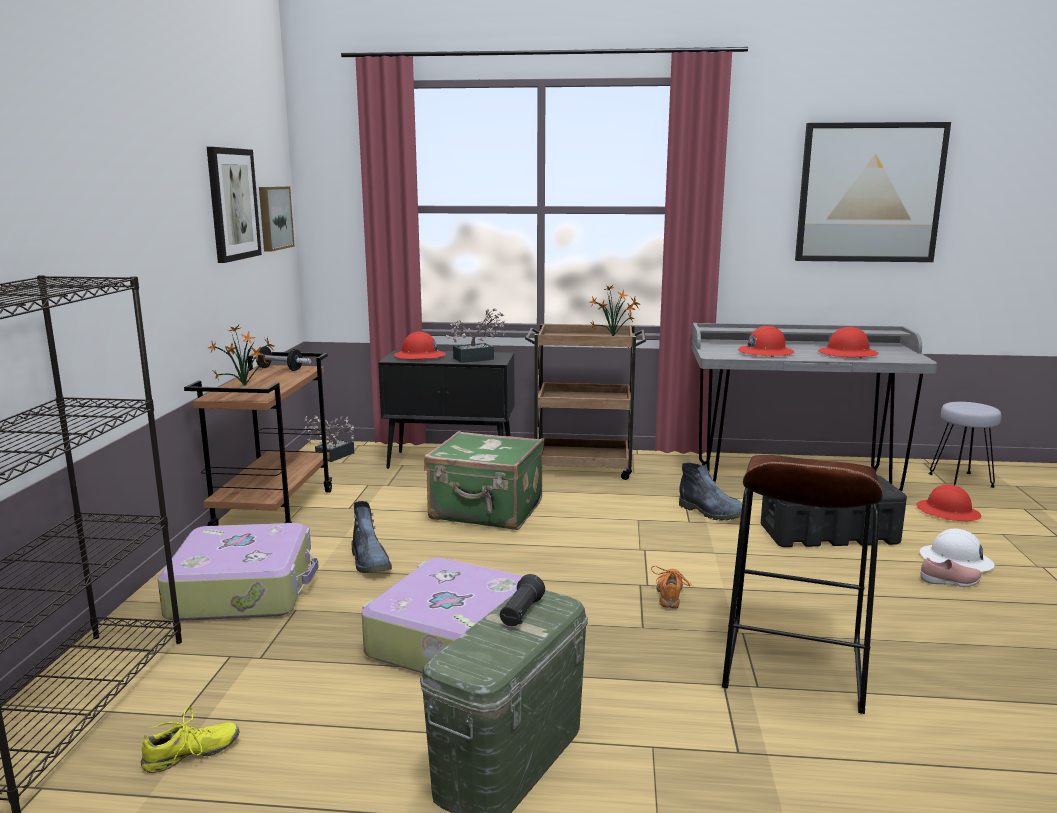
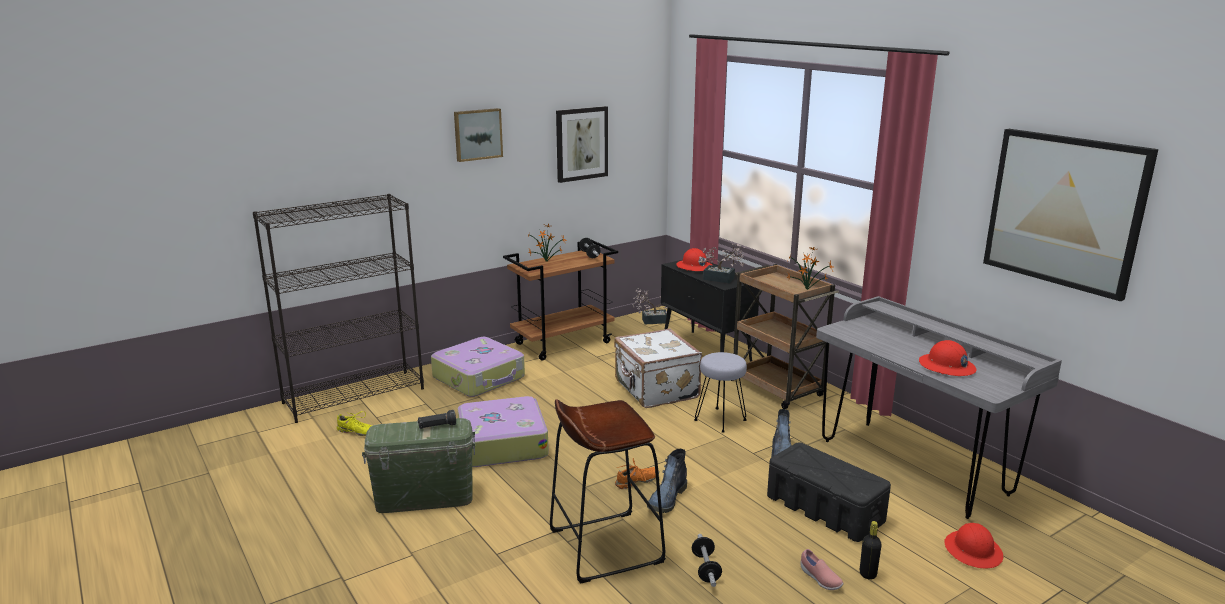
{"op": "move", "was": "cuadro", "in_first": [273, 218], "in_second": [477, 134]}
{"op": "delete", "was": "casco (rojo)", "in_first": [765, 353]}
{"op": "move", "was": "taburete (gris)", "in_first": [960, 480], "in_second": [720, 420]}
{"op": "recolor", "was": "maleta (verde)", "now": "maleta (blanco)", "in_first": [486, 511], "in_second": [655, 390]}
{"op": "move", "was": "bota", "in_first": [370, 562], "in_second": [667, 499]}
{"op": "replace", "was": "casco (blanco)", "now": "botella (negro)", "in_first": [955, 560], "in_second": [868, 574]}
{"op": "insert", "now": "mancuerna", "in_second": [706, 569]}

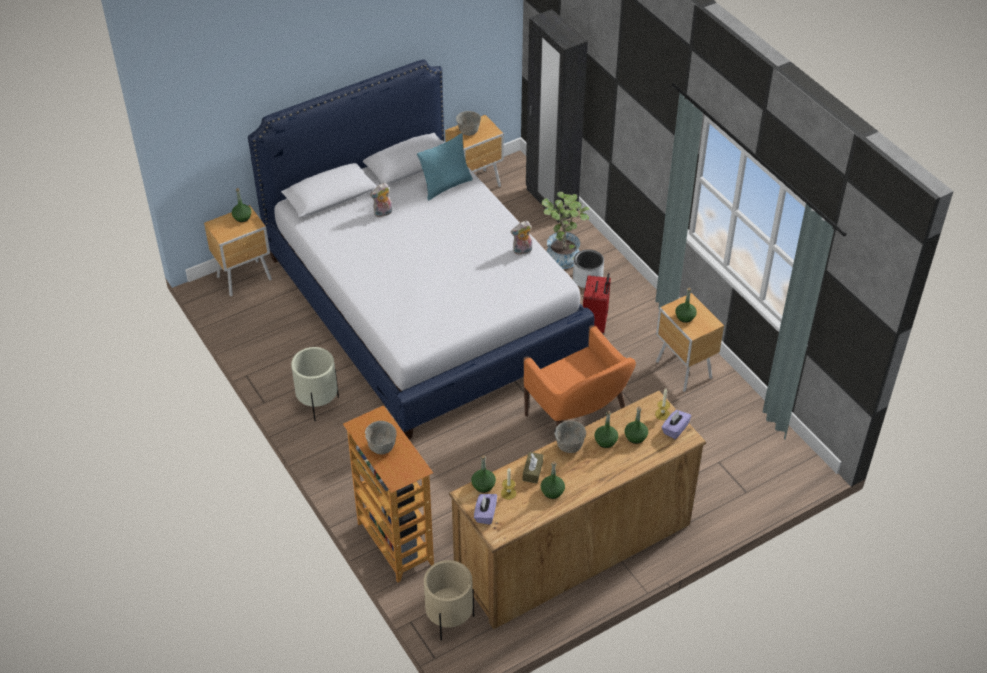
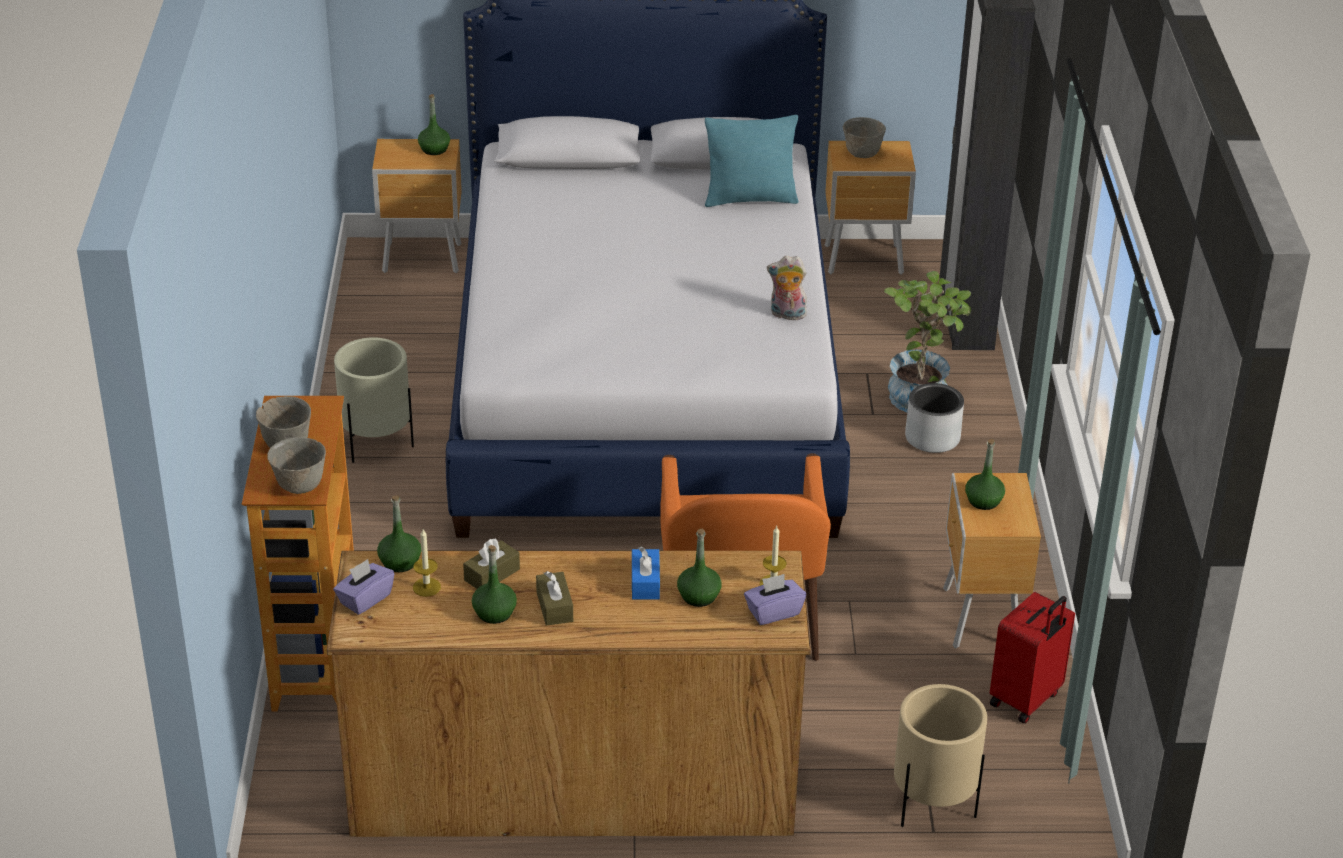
{"op": "delete", "was": "peluche", "in_first": [383, 213]}
{"op": "move", "was": "maleta (rojo)", "in_first": [595, 325], "in_second": [1026, 699]}
{"op": "replace", "was": "botella (verde)", "now": "caja de pañuelos (azul)", "in_first": [606, 441], "in_second": [645, 582]}
{"op": "move", "was": "cuenco (gris)", "in_first": [569, 447], "in_second": [299, 486]}
{"op": "move", "was": "maceta (beis)", "in_first": [449, 620], "in_second": [932, 806]}
{"op": "insert", "now": "caja de pañuelos (marrón)", "in_second": [554, 607]}

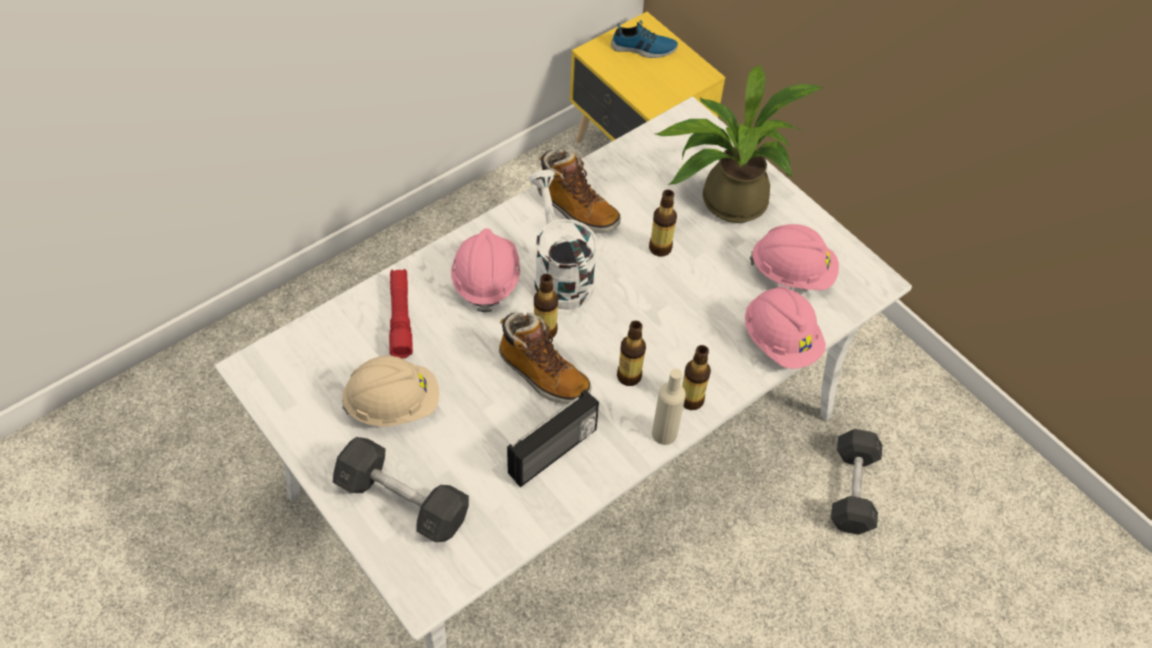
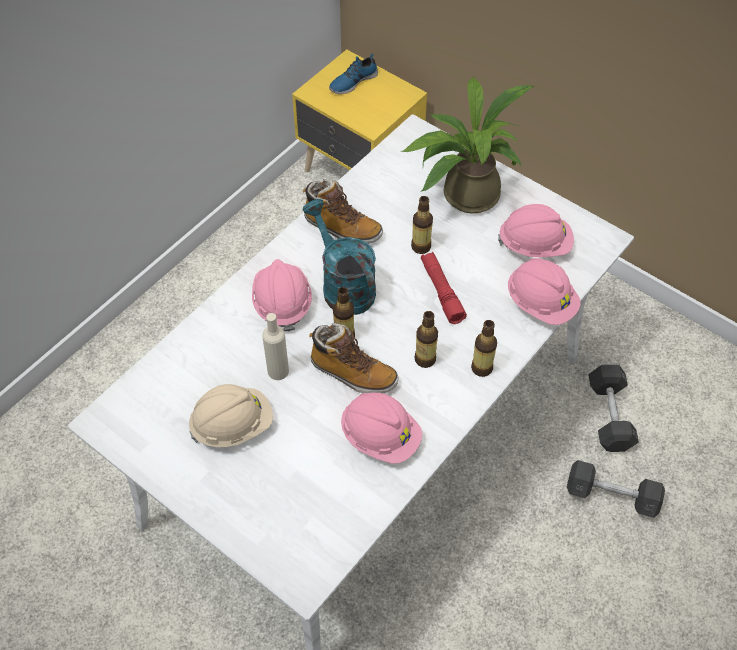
{"op": "rotate", "was": "zapato", "in_first": [643, 48], "in_second": [352, 81], "clockwise": 150}
{"op": "recolor", "was": "regadera (blanco)", "now": "regadera (turquesa)", "in_first": [559, 273], "in_second": [343, 285]}
{"op": "move", "was": "linterna (rojo)", "in_first": [400, 318], "in_second": [441, 292]}
{"op": "move", "was": "botella (beis)", "in_first": [664, 433], "in_second": [278, 371]}
{"op": "replace", "was": "radio", "now": "casco (rosa)", "in_first": [554, 453], "in_second": [380, 437]}
{"op": "move", "was": "mancuerna (gris)", "in_first": [402, 500], "in_second": [611, 496]}

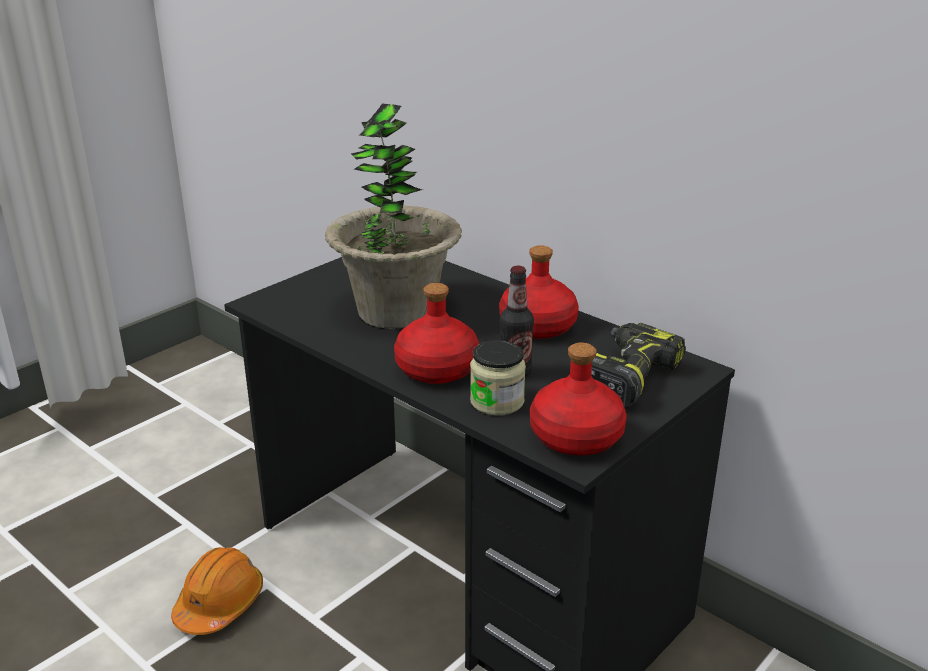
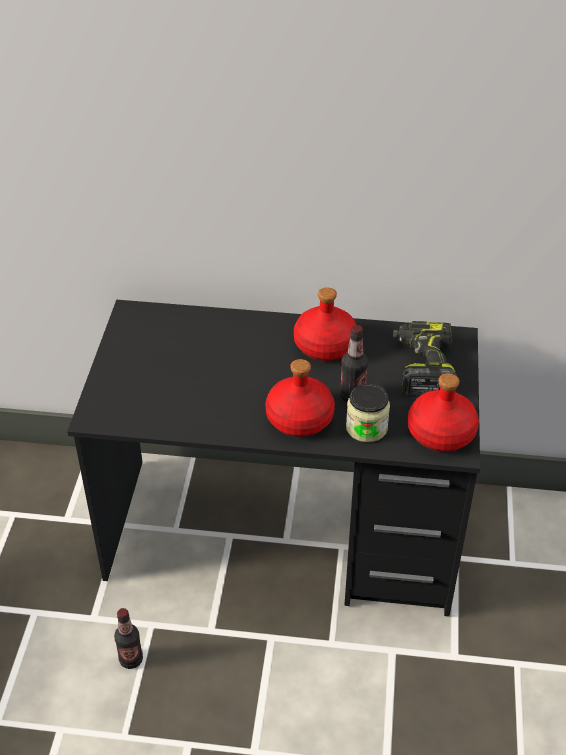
{"op": "delete", "was": "planta en maceta", "in_first": [396, 311]}
{"op": "replace", "was": "casco (naranja)", "now": "botella", "in_first": [220, 604], "in_second": [131, 659]}

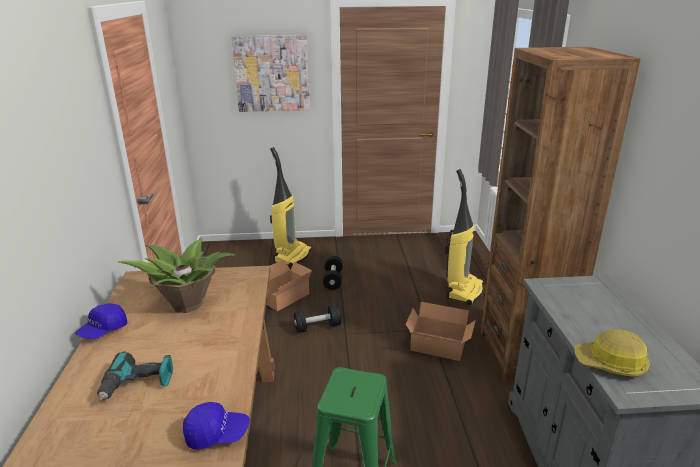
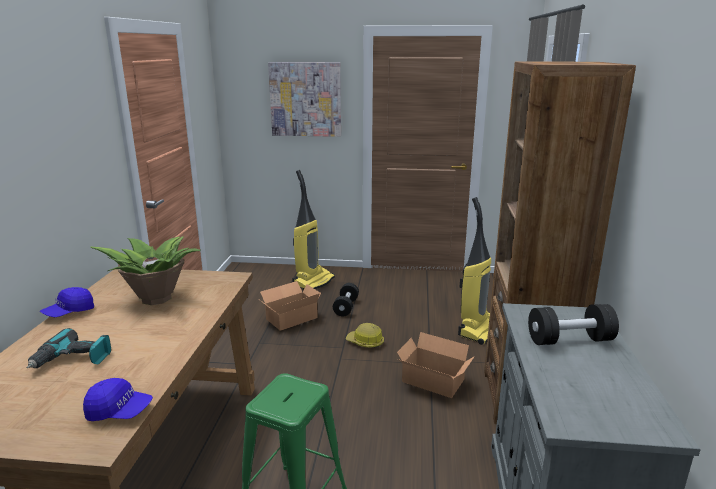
{"op": "move", "was": "mancuerna (negro)", "in_first": [317, 327], "in_second": [569, 340]}
{"op": "move", "was": "casco", "in_first": [611, 364], "in_second": [365, 342]}

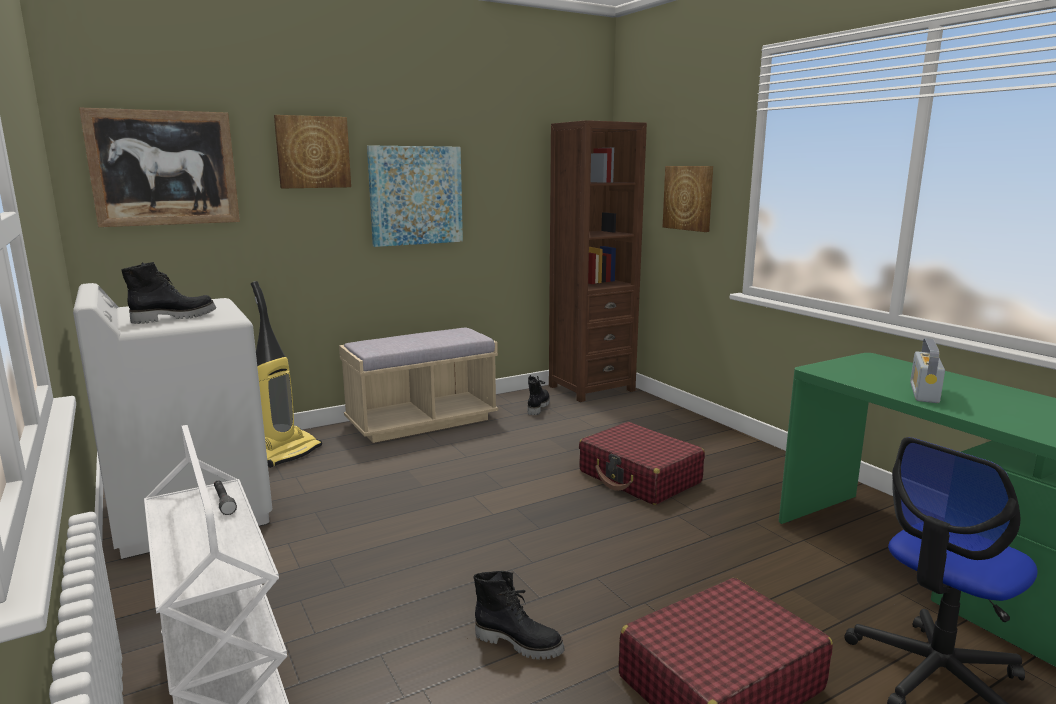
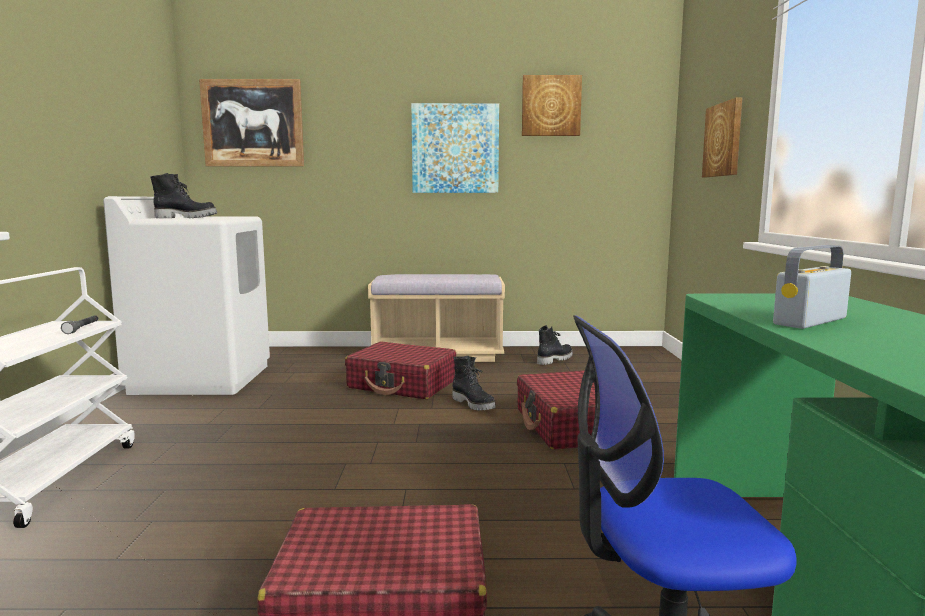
{"op": "move", "was": "cuadro", "in_first": [313, 152], "in_second": [551, 106]}
{"op": "delete", "was": "estantería (marrón)", "in_first": [591, 388]}
{"op": "delete", "was": "aspiradora", "in_first": [286, 453]}
{"op": "move", "was": "bota (negro)", "in_first": [519, 642], "in_second": [474, 404]}
{"op": "insert", "now": "maleta (rojo)", "in_second": [402, 384]}

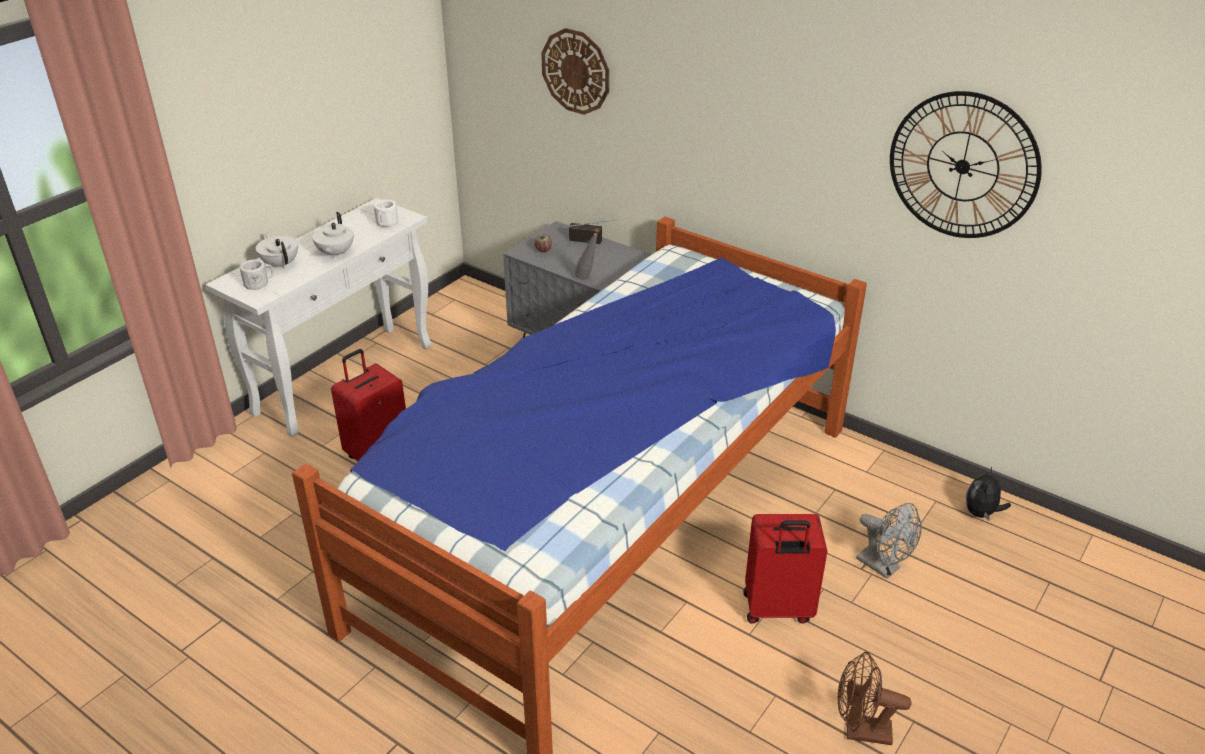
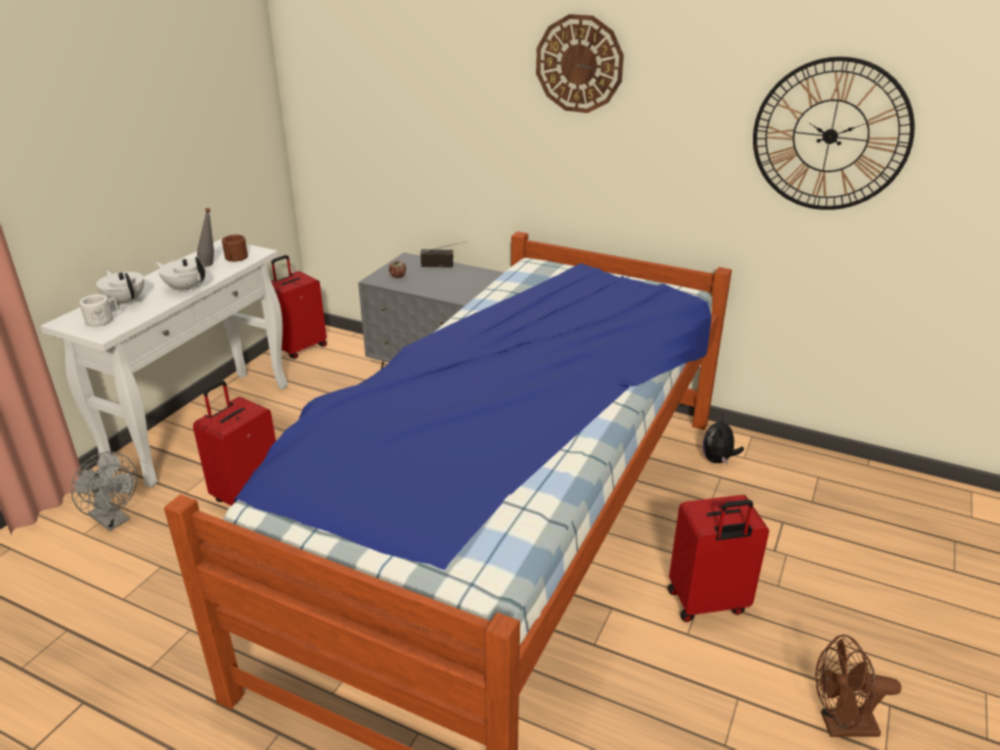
{"op": "move", "was": "reloj de pared", "in_first": [576, 71], "in_second": [579, 64]}
{"op": "recolor", "was": "taza grande (blanco)", "now": "taza grande (marrón)", "in_first": [386, 223], "in_second": [235, 258]}
{"op": "rotate", "was": "tetera (blanco)", "in_first": [335, 253], "in_second": [185, 288], "clockwise": 120}
{"op": "move", "was": "botella (gris)", "in_first": [587, 280], "in_second": [211, 266]}
{"op": "move", "was": "peluche", "in_first": [981, 513], "in_second": [718, 460]}
{"op": "move", "was": "ventilador (gris)", "in_first": [883, 567], "in_second": [114, 521]}
{"op": "insert", "now": "maleta (rojo)", "in_second": [300, 348]}

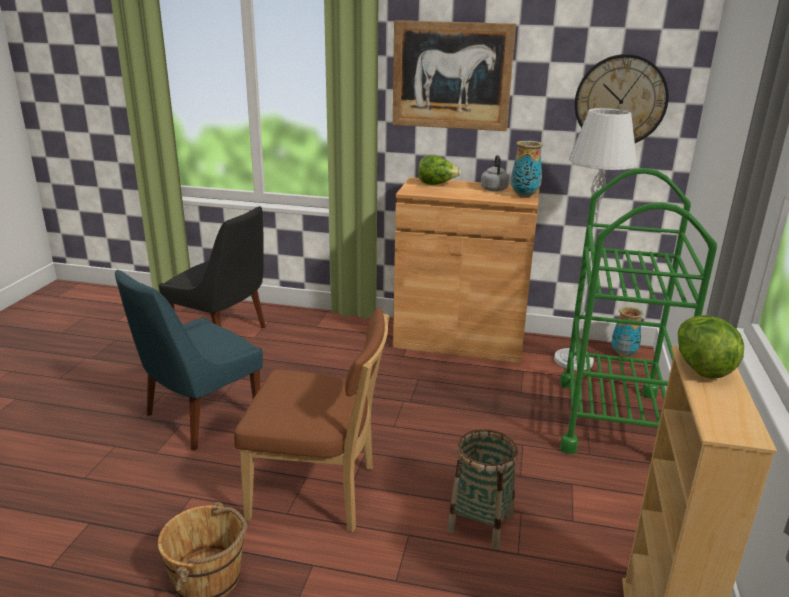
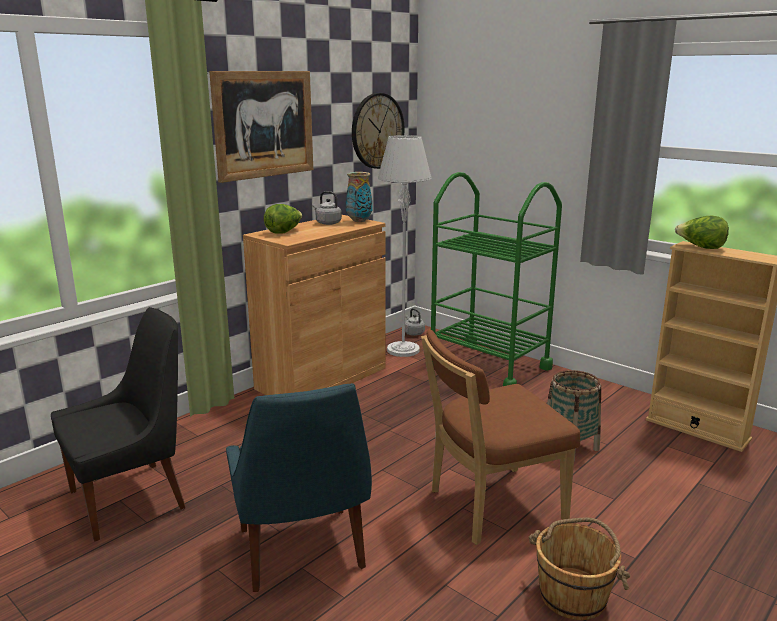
{"op": "replace", "was": "florero", "now": "hervidor (gris)", "in_first": [623, 354], "in_second": [413, 333]}
{"op": "rotate", "was": "silla (marrón)", "in_first": [319, 493], "in_second": [490, 506], "clockwise": -150}

